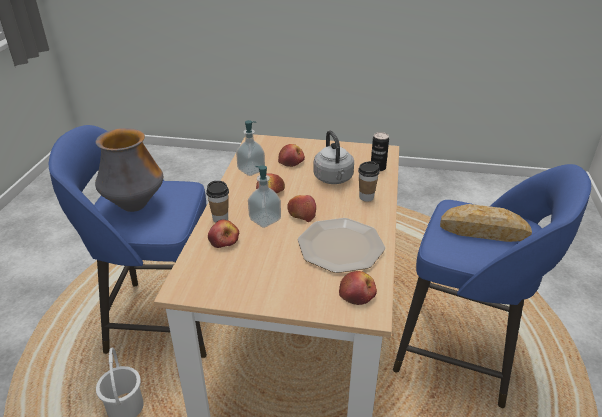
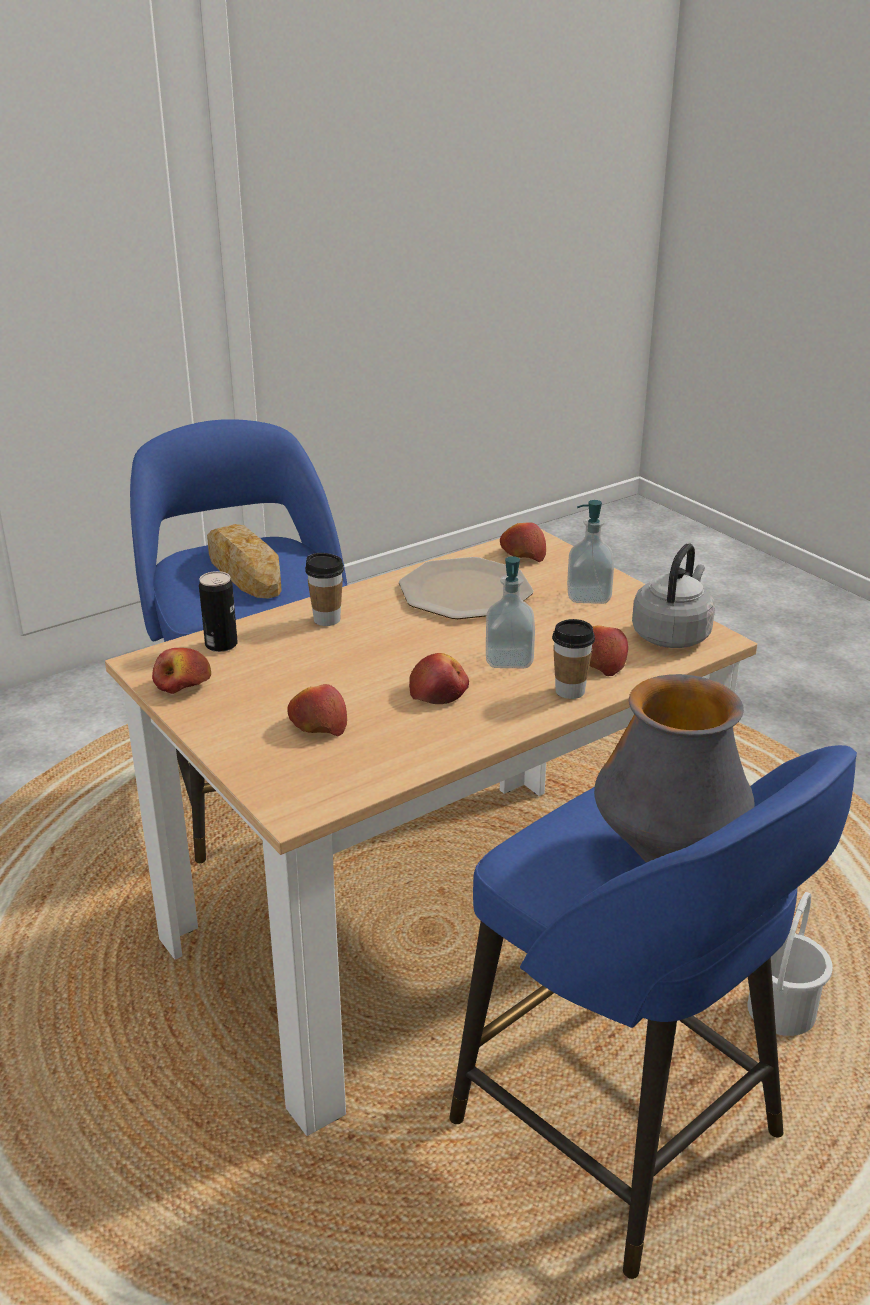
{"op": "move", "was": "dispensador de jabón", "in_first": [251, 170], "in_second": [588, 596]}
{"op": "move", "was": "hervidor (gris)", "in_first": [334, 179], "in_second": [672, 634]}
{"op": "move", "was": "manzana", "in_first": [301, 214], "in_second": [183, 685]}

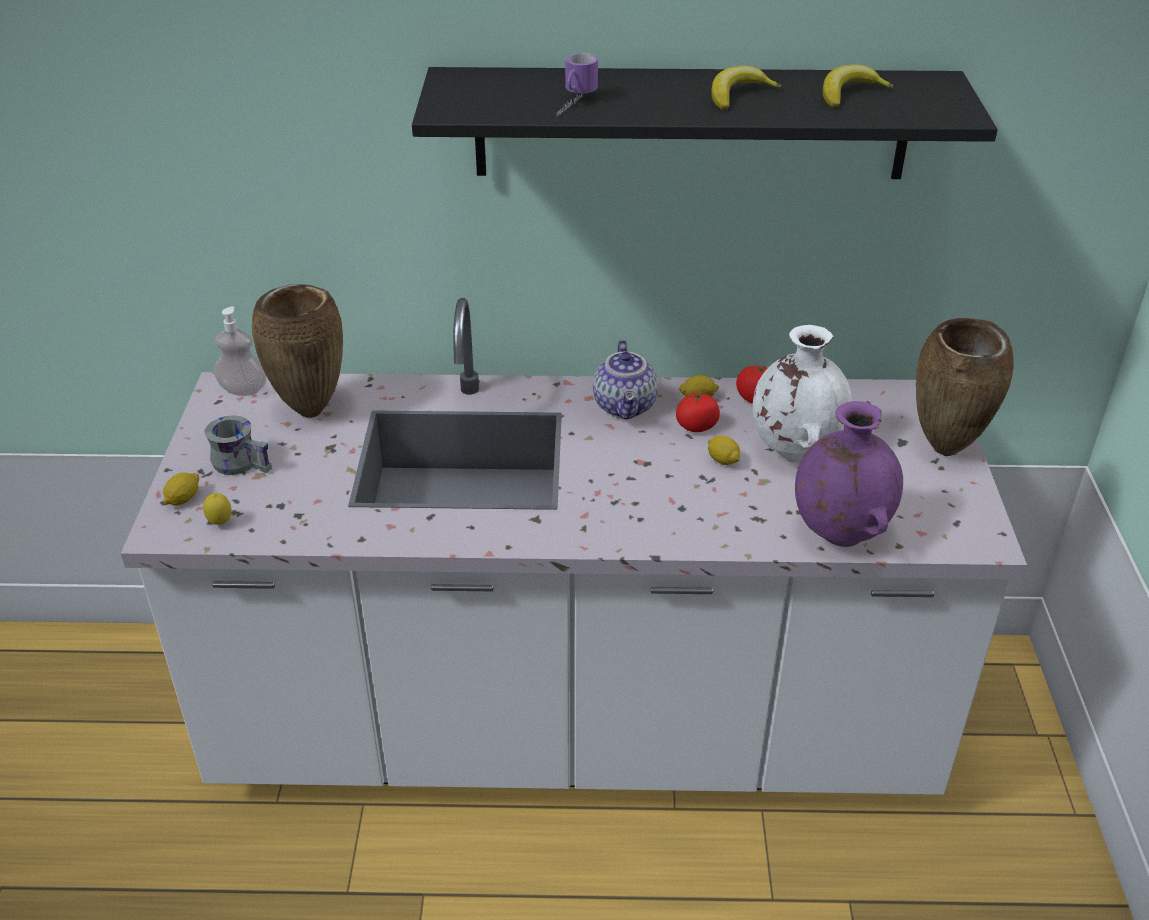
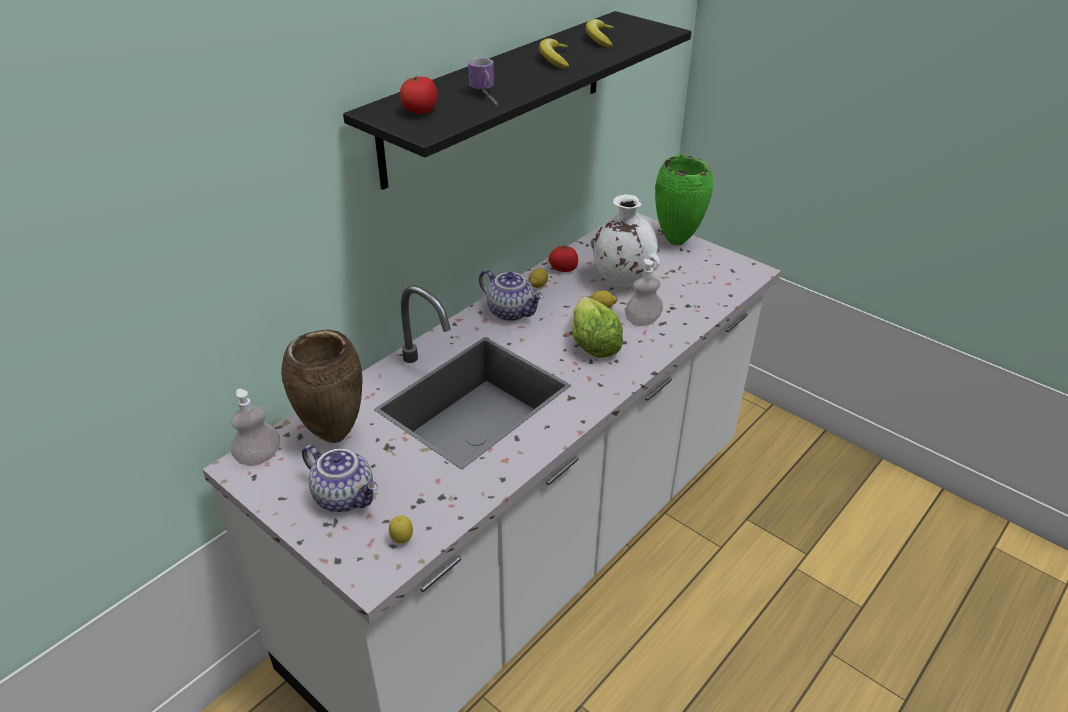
{"op": "recolor", "was": "florero (marrón)", "now": "florero (verde)", "in_first": [946, 450], "in_second": [677, 242]}
{"op": "move", "was": "tomate", "in_first": [696, 426], "in_second": [420, 111]}
{"op": "delete", "was": "florero (morado)", "in_first": [839, 533]}
{"op": "replace", "was": "taza grande (gris)", "now": "tetera", "in_first": [243, 461], "in_second": [346, 496]}
{"op": "delete", "was": "limón", "in_first": [183, 499]}
{"op": "insert", "now": "dispensador de jabón", "in_second": [642, 321]}
{"op": "insert", "now": "lechuga", "in_second": [593, 343]}

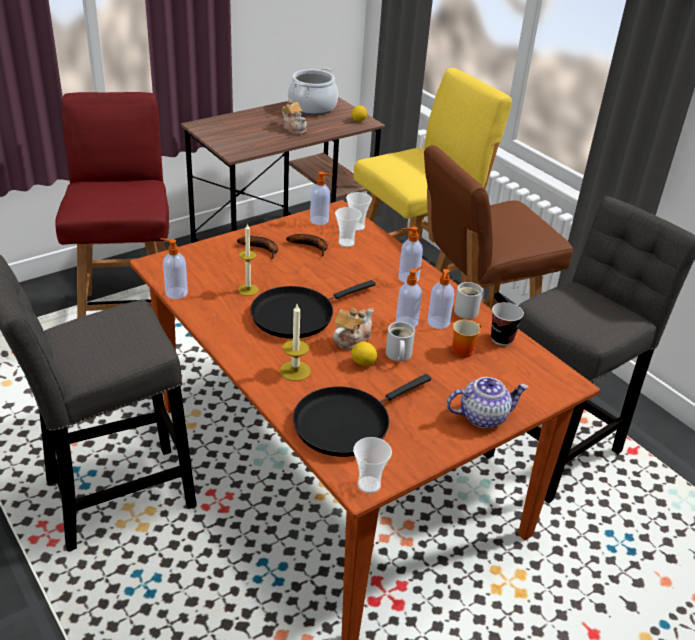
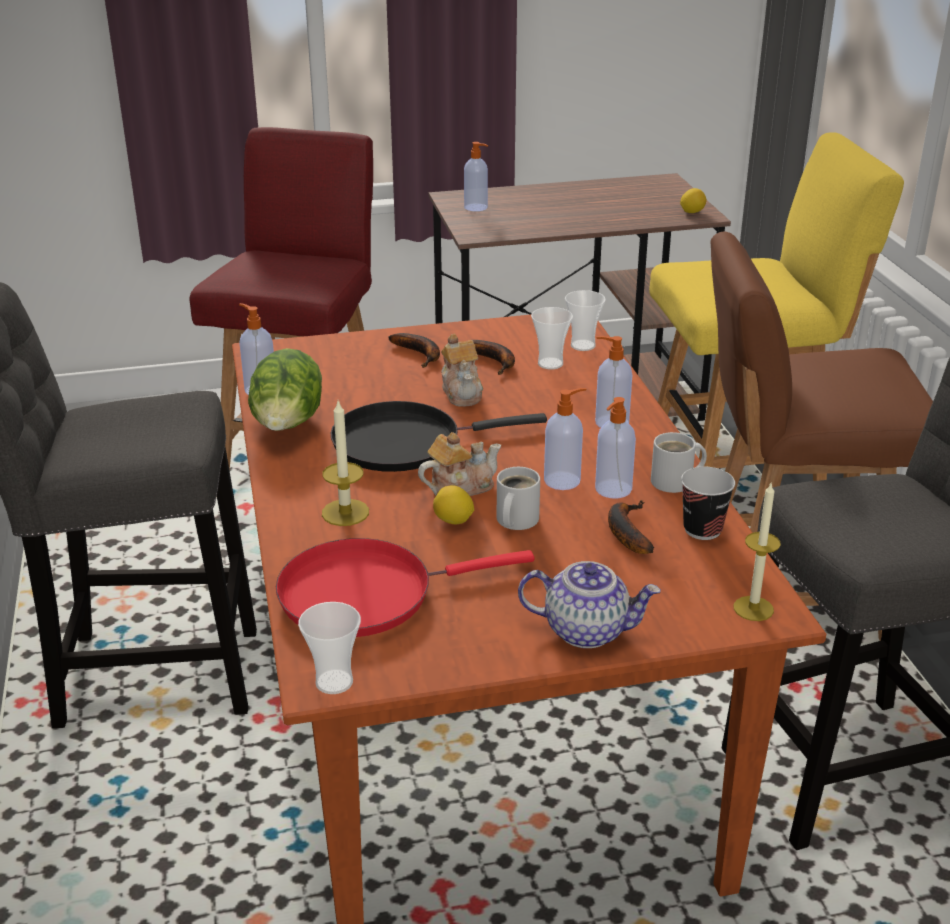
{"op": "delete", "was": "olla", "in_first": [312, 107]}
{"op": "move", "was": "tetera", "in_first": [294, 128], "in_second": [462, 392]}
{"op": "move", "was": "dispensador de jabón", "in_first": [320, 220], "in_second": [476, 207]}
{"op": "move", "was": "vela", "in_first": [248, 290], "in_second": [753, 608]}
{"op": "replace", "was": "taza grande", "now": "plátano", "in_first": [463, 349], "in_second": [626, 531]}
{"op": "recolor", "was": "sartén (negro)", "now": "sartén (rojo)", "in_first": [346, 423], "in_second": [366, 594]}
{"op": "insert", "now": "lechuga", "in_second": [288, 427]}

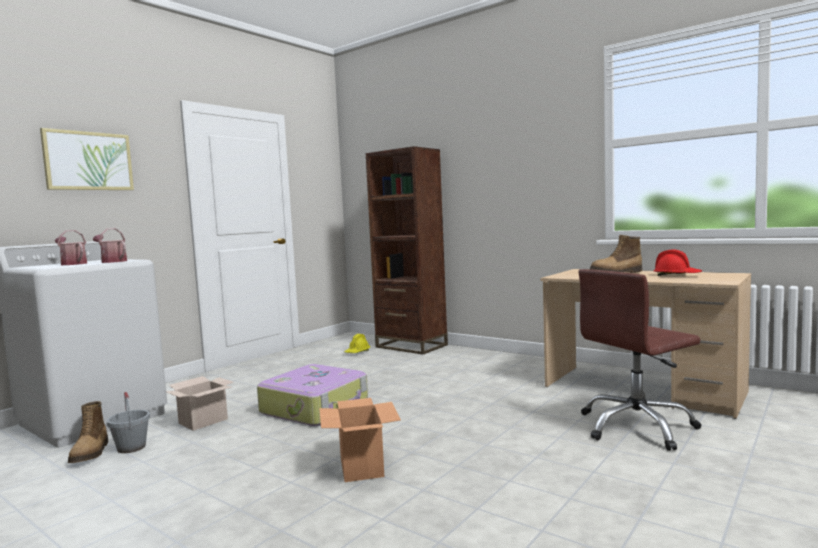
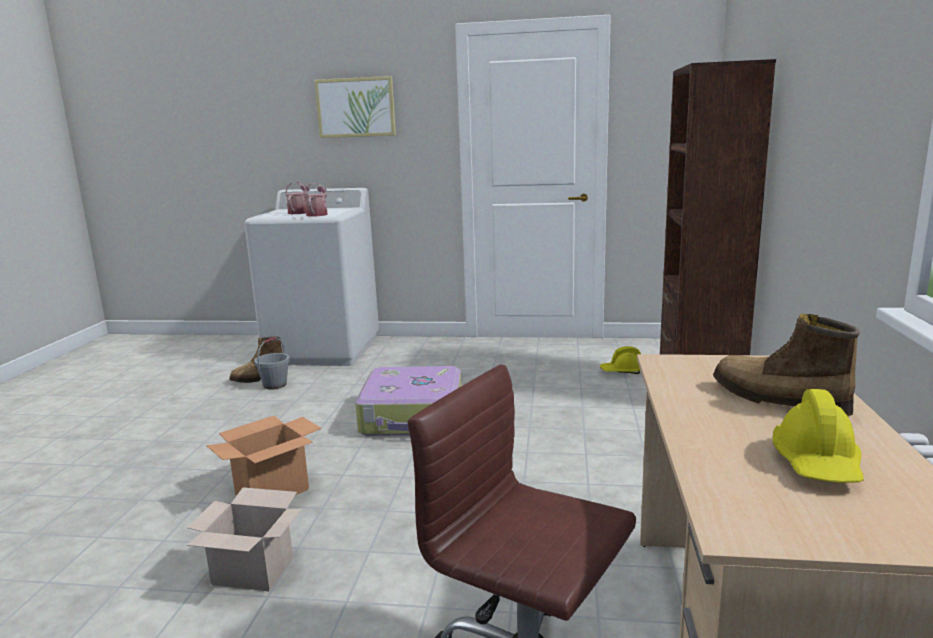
{"op": "recolor", "was": "casco (rojo)", "now": "casco (amarillo)", "in_first": [677, 275], "in_second": [816, 463]}
{"op": "move", "was": "caja de cartón", "in_first": [202, 422], "in_second": [251, 572]}

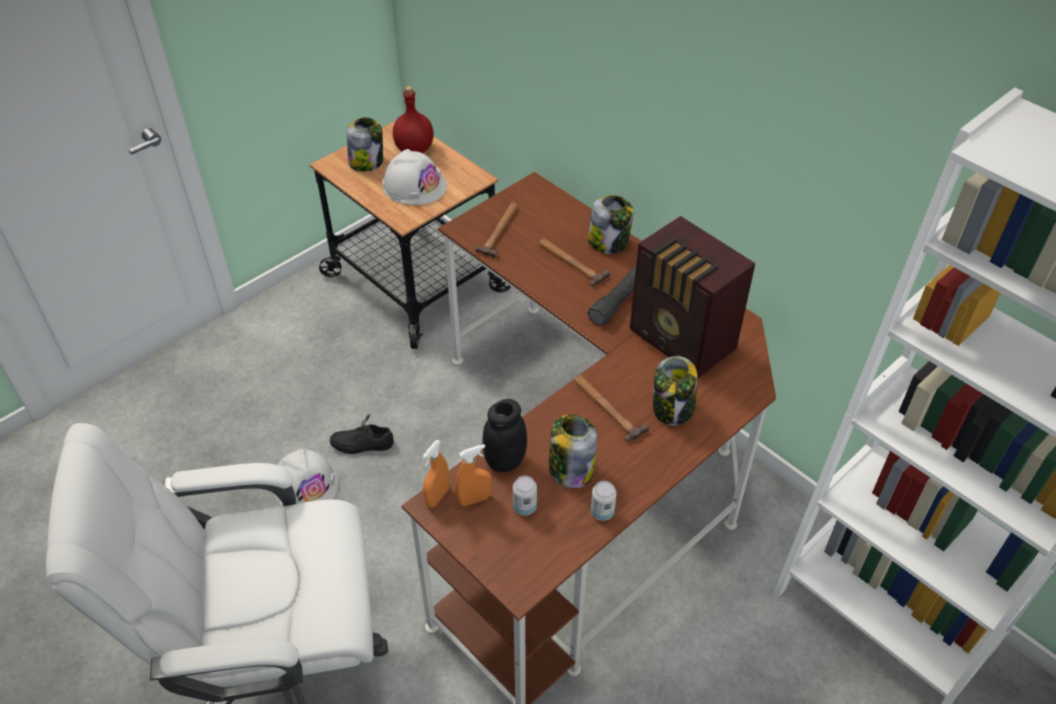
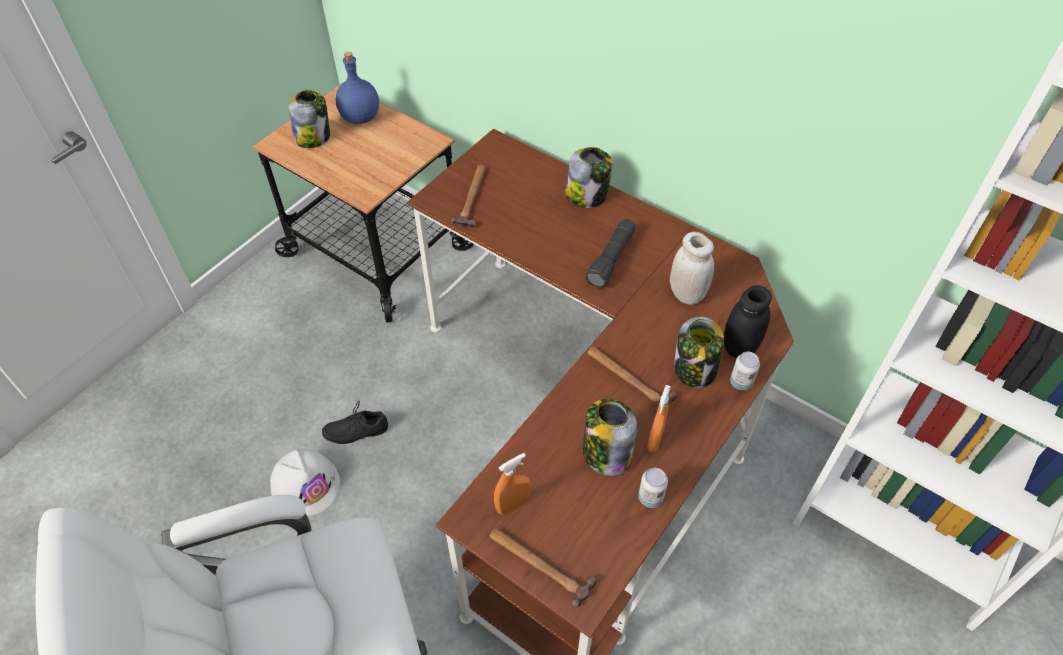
{"op": "recolor", "was": "botella (rojo)", "now": "botella (azul)", "in_first": [415, 149], "in_second": [360, 117]}
{"op": "delete", "was": "casco (blanco)", "in_first": [414, 185]}
{"op": "replace", "was": "radio", "now": "tarro (blanco)", "in_first": [682, 342], "in_second": [686, 294]}
{"op": "move", "was": "martillo", "in_first": [571, 262], "in_second": [539, 564]}
{"op": "move", "was": "tarro (negro)", "in_first": [505, 461], "in_second": [739, 347]}
{"op": "move", "was": "pulverizador (naranja)", "in_first": [437, 497], "in_second": [655, 440]}
{"op": "move", "was": "lata", "in_first": [524, 507], "in_second": [741, 382]}

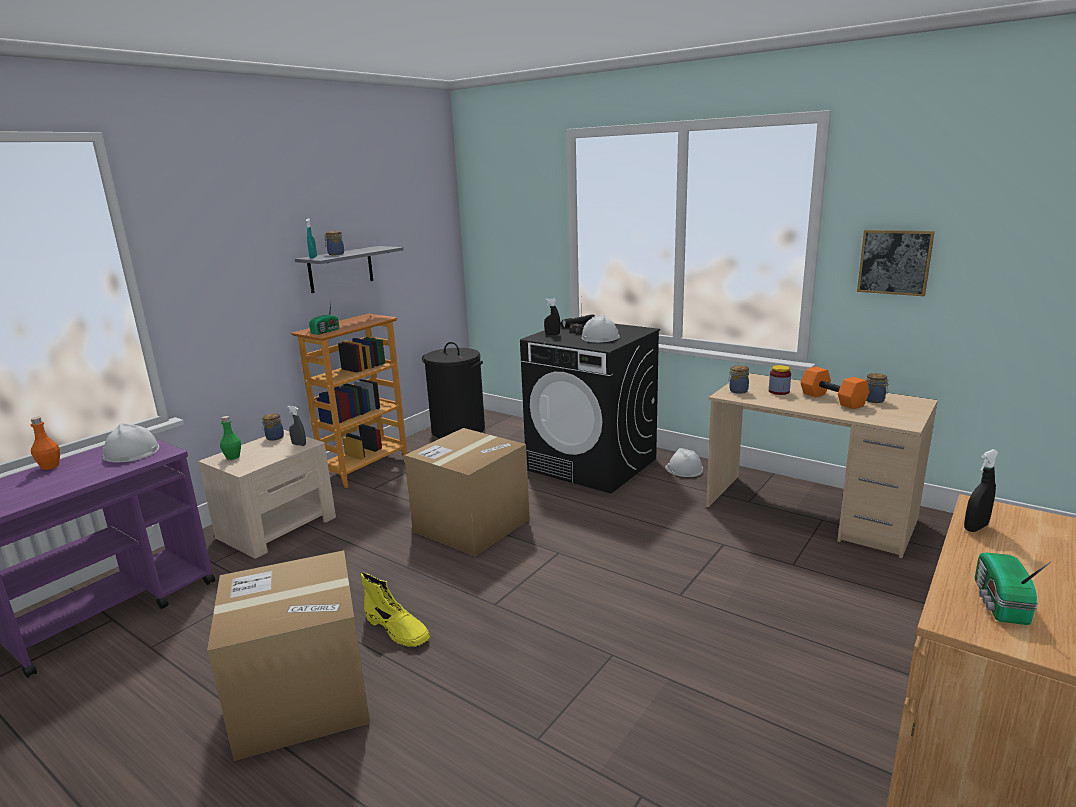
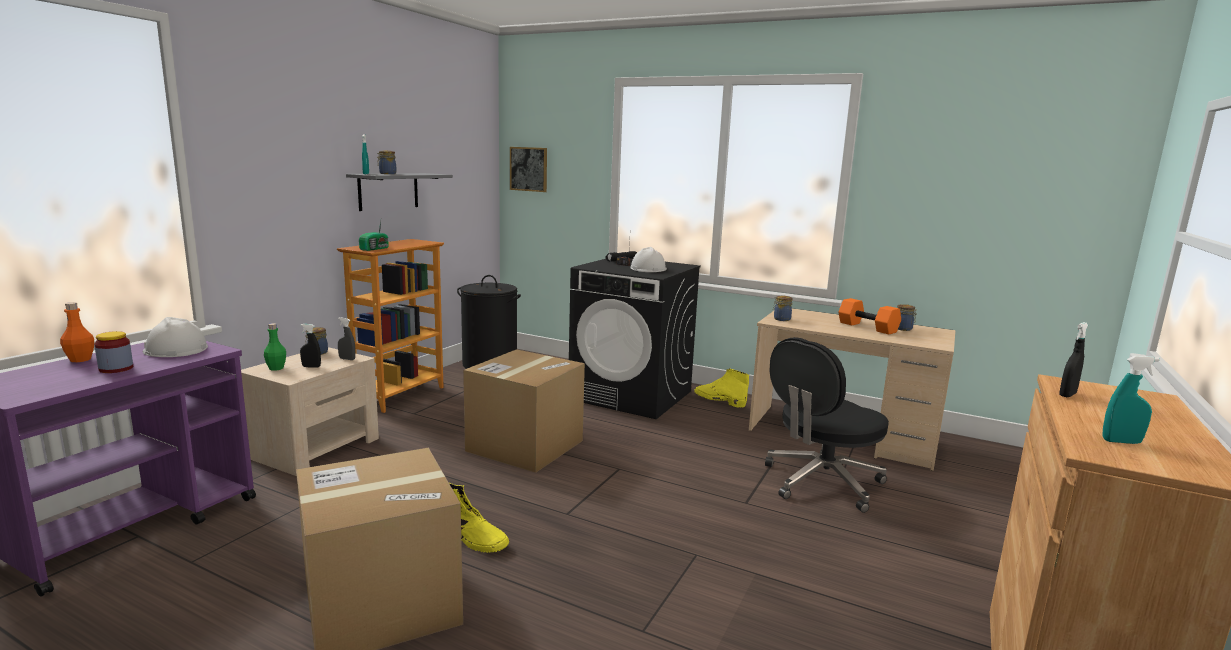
{"op": "move", "was": "cuadro", "in_first": [894, 262], "in_second": [529, 169]}
{"op": "move", "was": "pulverizador (negro)", "in_first": [552, 334], "in_second": [311, 366]}
{"op": "move", "was": "tarro", "in_first": [779, 391], "in_second": [116, 369]}
{"op": "replace", "was": "casco (blanco)", "now": "bota (amarillo)", "in_first": [683, 469], "in_second": [719, 400]}
{"op": "replace", "was": "radio", "now": "pulverizador (turquesa)", "in_first": [999, 603], "in_second": [1121, 442]}
{"op": "insert", "now": "silla de oficina (negro)", "in_second": [821, 482]}

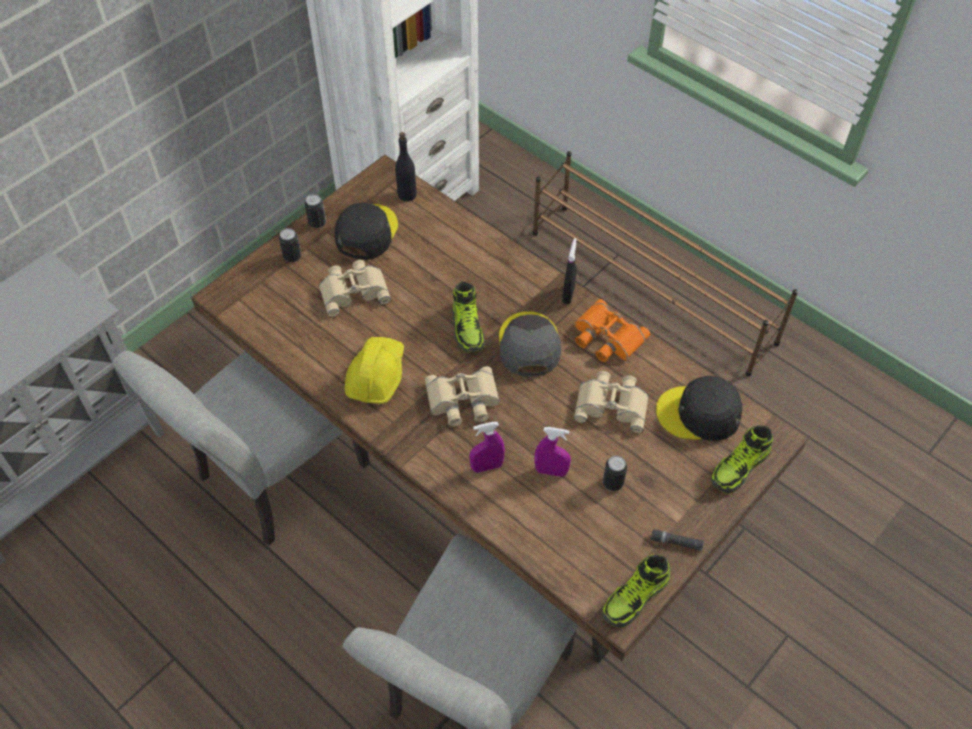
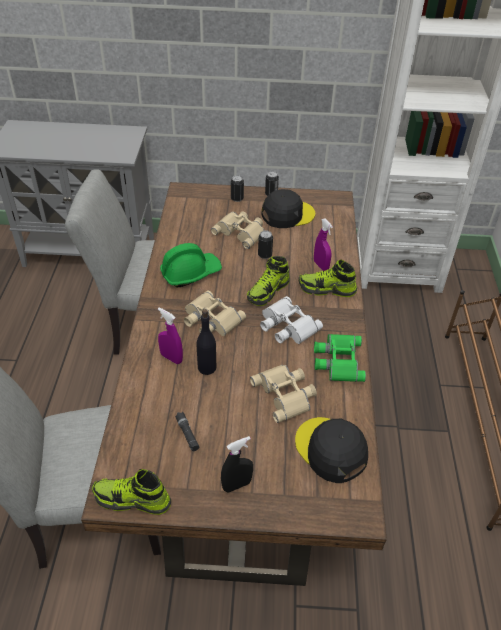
{"op": "move", "was": "botella (negro)", "in_first": [407, 194], "in_second": [207, 367]}
{"op": "move", "was": "pulverizador (negro)", "in_first": [568, 294], "in_second": [237, 485]}
{"op": "recolor", "was": "prismáticos (naranja)", "now": "prismáticos (verde)", "in_first": [606, 337], "in_second": [337, 360]}
{"op": "replace", "was": "gorra (gris)", "now": "prismáticos (blanco)", "in_first": [528, 345], "in_second": [286, 326]}
{"op": "recolor", "was": "casco (amarillo)", "now": "casco (verde)", "in_first": [376, 375], "in_second": [190, 273]}
{"op": "move", "was": "zapato", "in_first": [739, 468], "in_second": [326, 289]}
{"op": "move", "was": "pulverizador (morado)", "in_first": [551, 471], "in_second": [321, 265]}
{"op": "move", "was": "lata", "in_first": [613, 483], "in_second": [265, 255]}
{"op": "move", "was": "linterna (negro)", "in_first": [676, 542], "in_second": [187, 434]}

